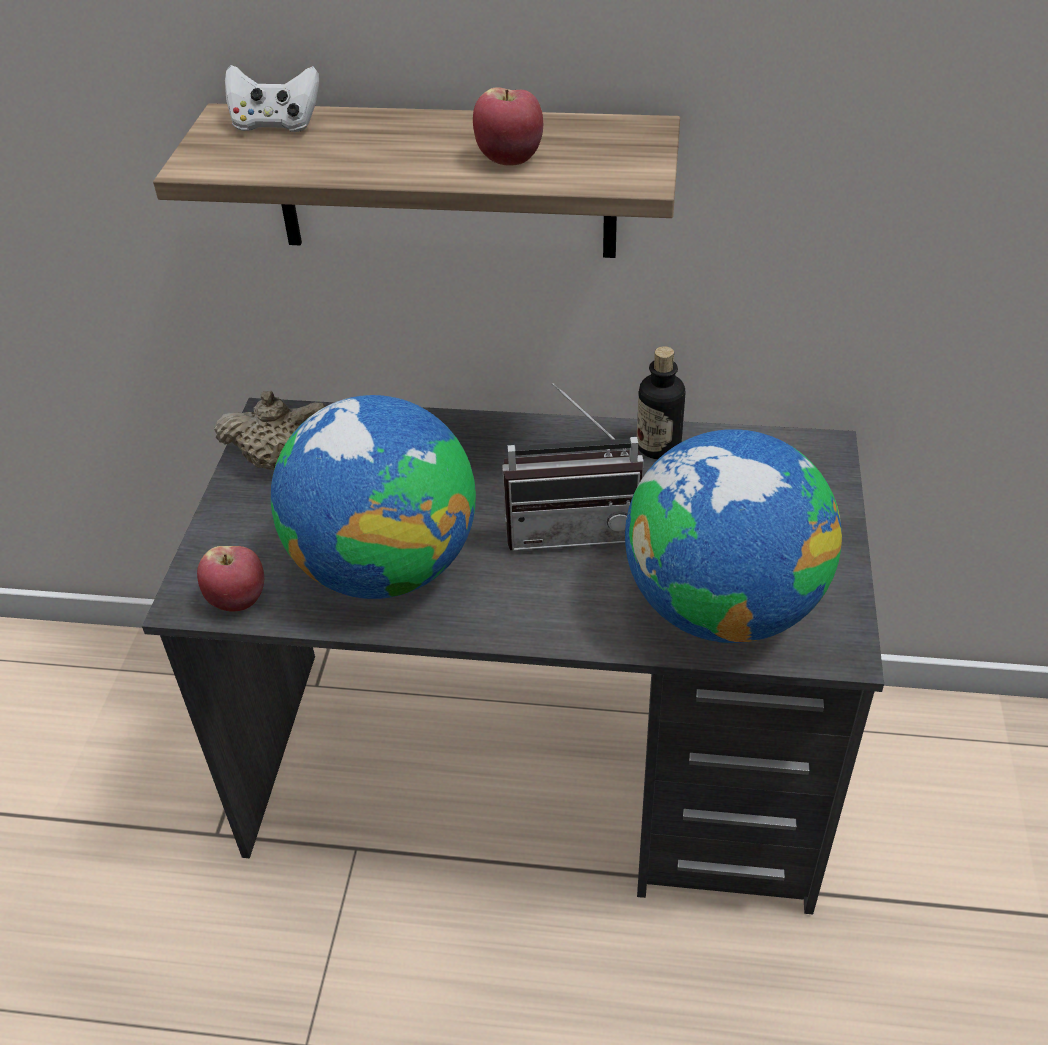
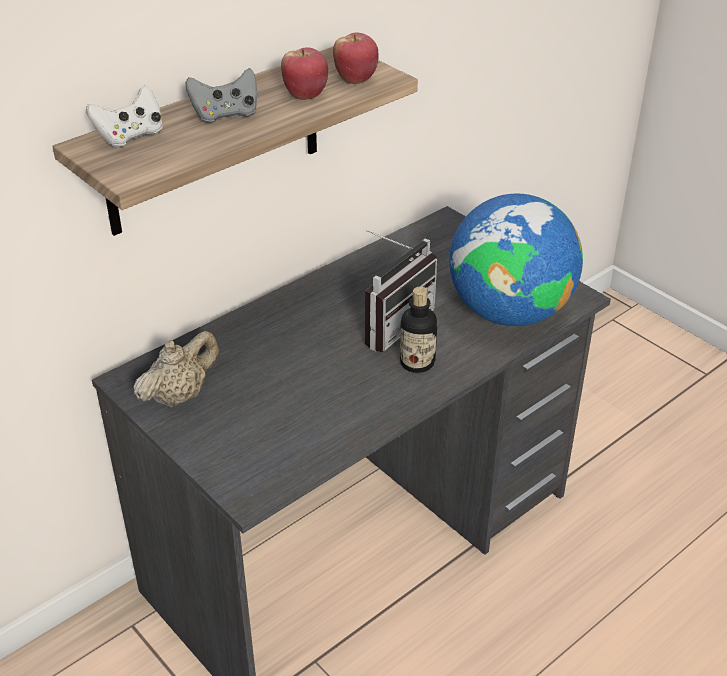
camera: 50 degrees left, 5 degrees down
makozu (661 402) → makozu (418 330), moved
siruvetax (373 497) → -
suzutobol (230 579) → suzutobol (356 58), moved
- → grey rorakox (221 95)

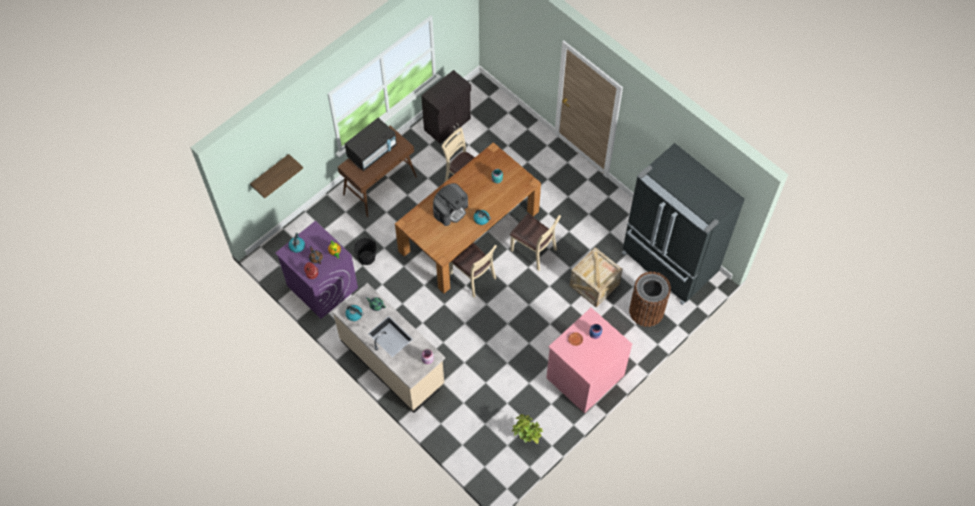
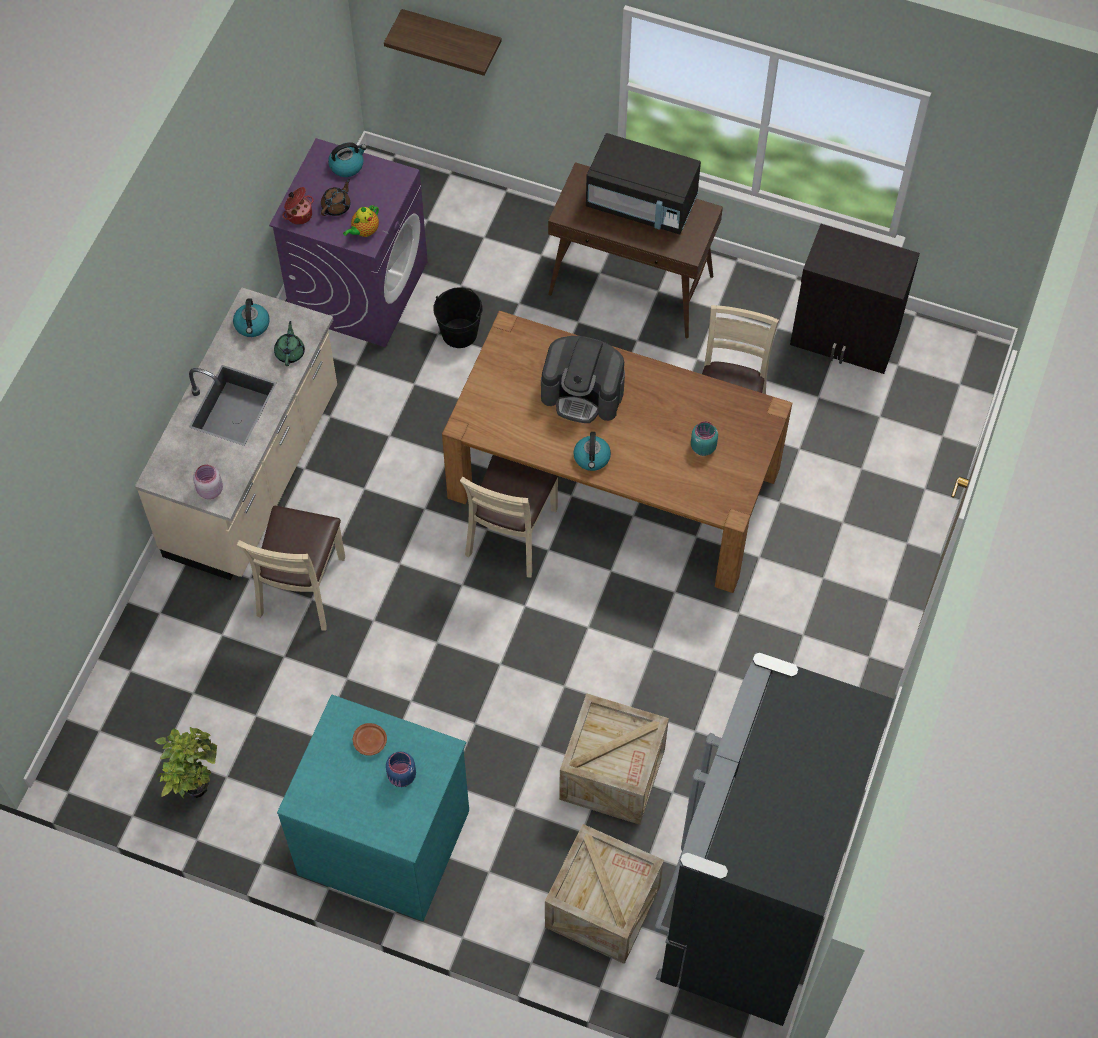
camera: 65 degrees right, 0 degrees up
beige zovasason (535 242) → beige zovasason (291 568), moved
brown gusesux (650 299) → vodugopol (604 894)
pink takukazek (589 360) → turquoise takukazek (373 808)

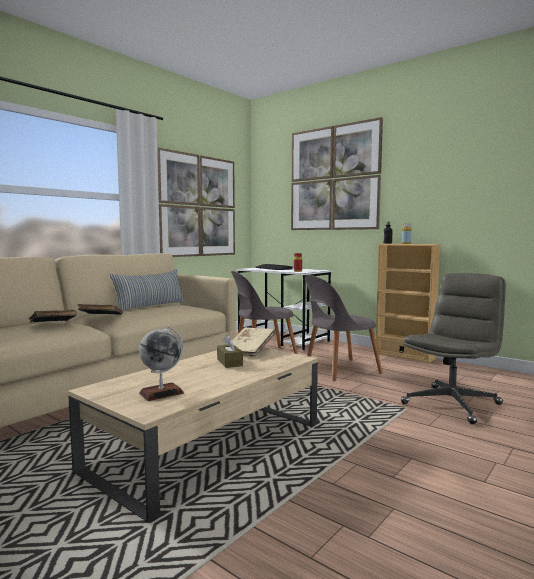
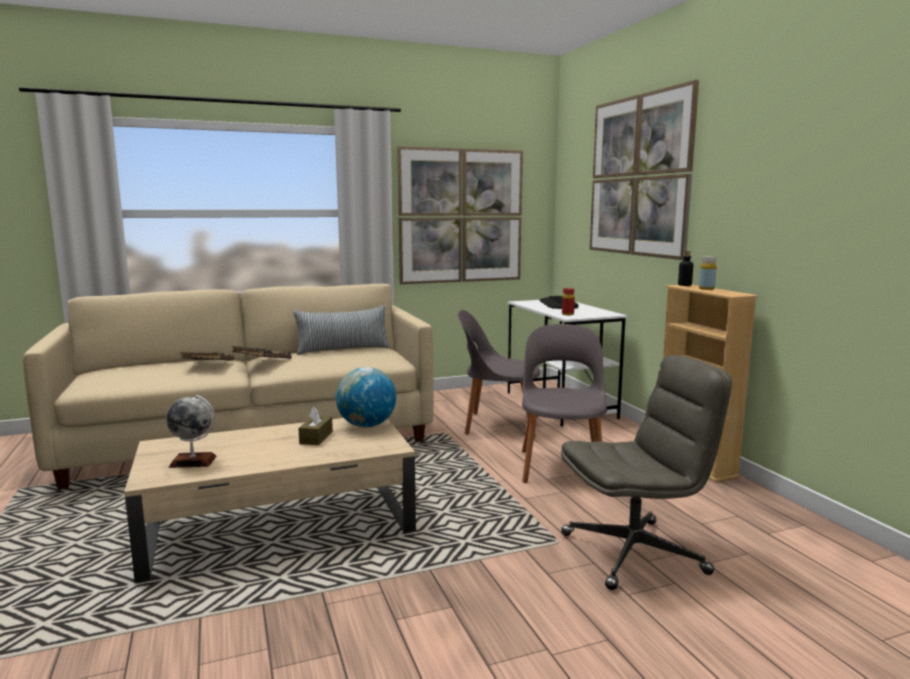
camera: 30 degrees right, 5 degrees up
grey zovasason (344 328) → grey zovasason (564 403), 90 degrees clockwise
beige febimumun (253 342) → siruvetax (366 397)

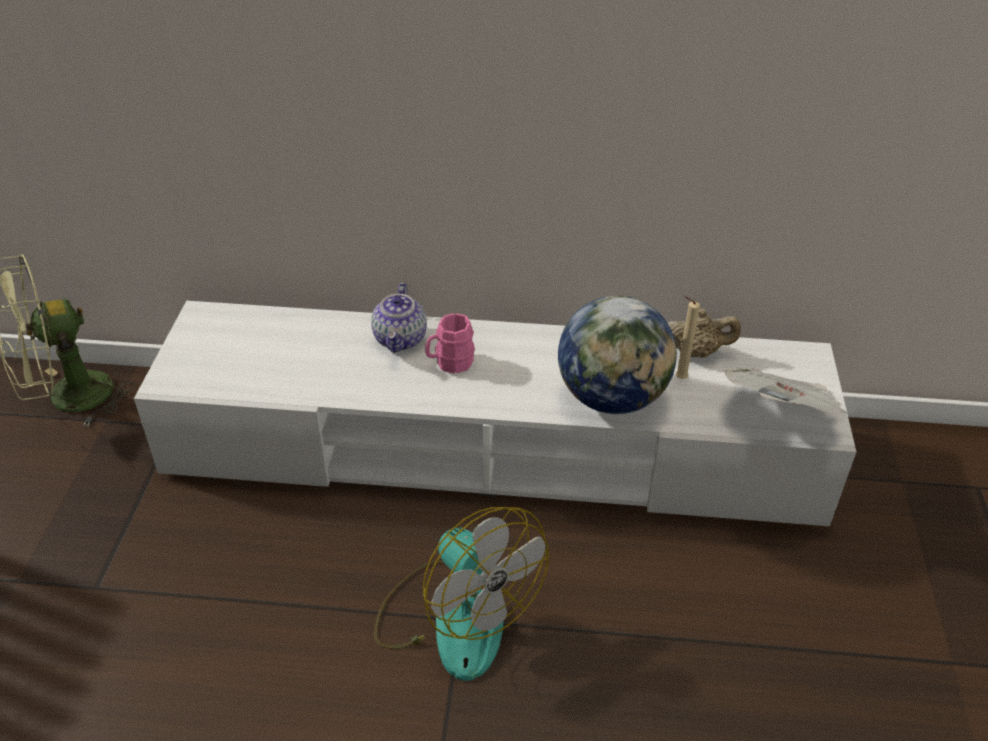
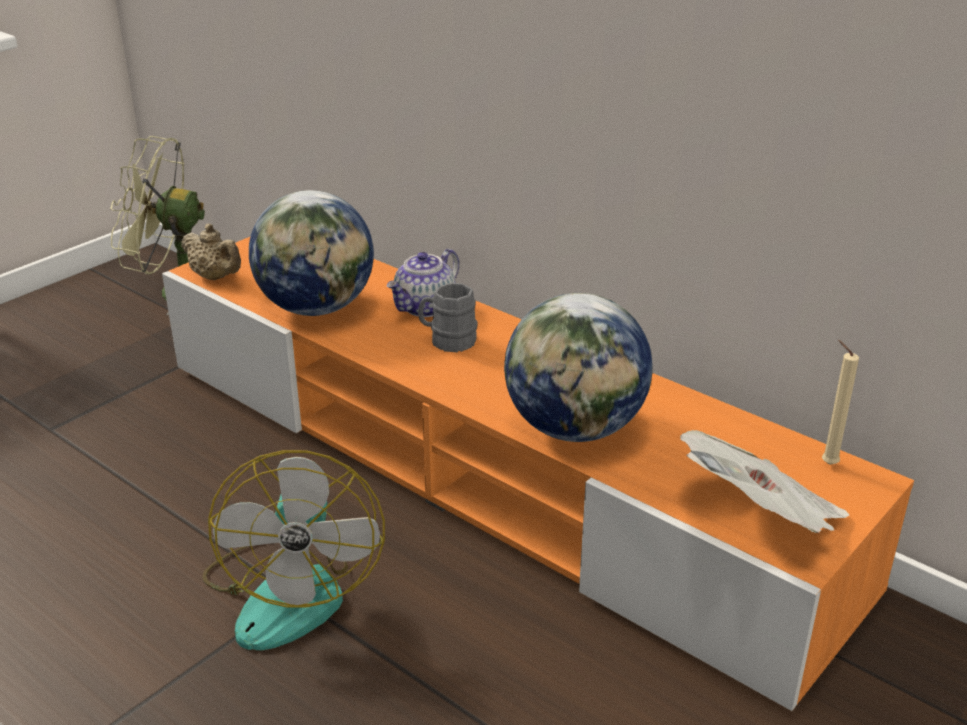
camera: 35 degrees right, 10 degrees down
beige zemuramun (687 337) → beige zemuramun (840 402), moved
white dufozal (495 414) → orange dufozal (538 474)
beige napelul (704 333) → beige napelul (211 251), moved
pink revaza (450 343) → grey revaza (448 317)
- → siruvetax (311 253)

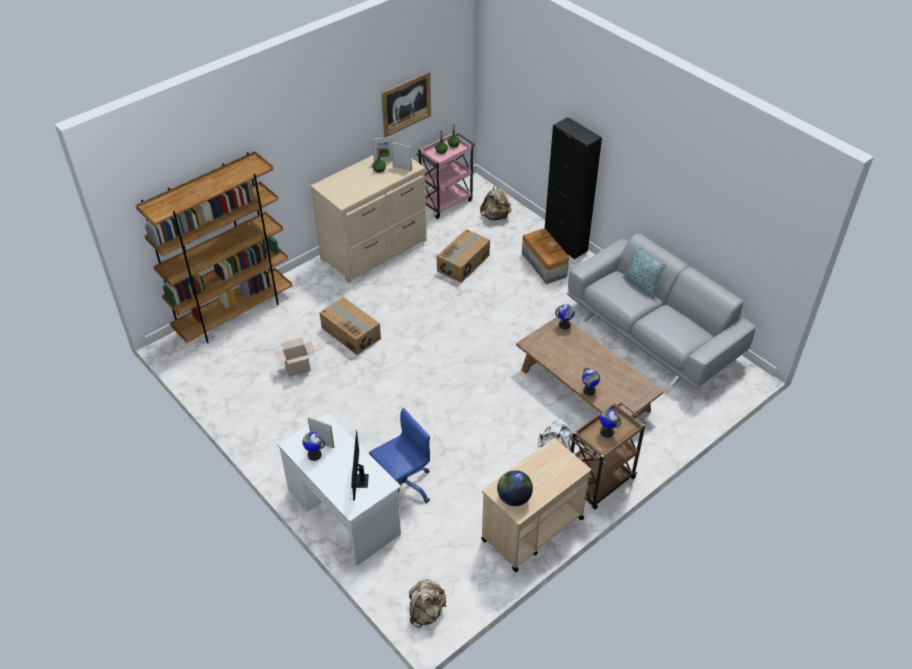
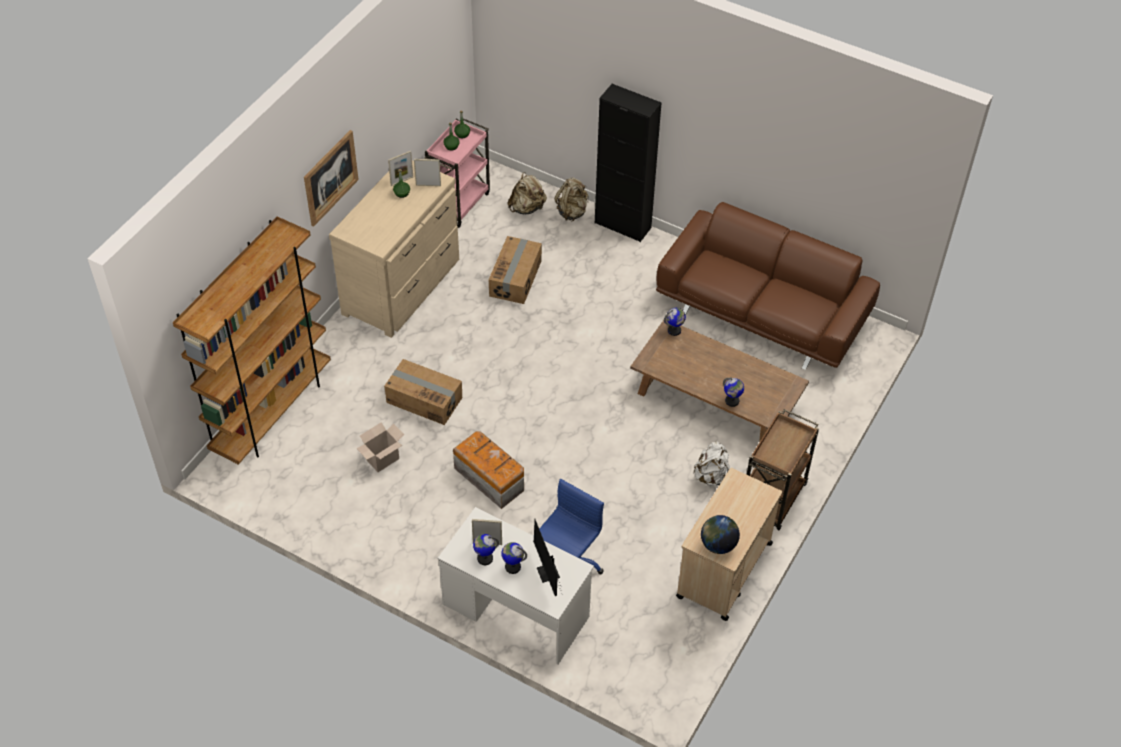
camera: 20 degrees left, 5 degrees up
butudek (406 104) → butudek (331 178), moved
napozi (545 256) → napozi (488 470), moved
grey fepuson (661 311) → brown fepuson (768 286)
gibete (644 272) → -
siruvetax (610 423) → siruvetax (514 558), moved
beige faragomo (427 603) → beige faragomo (571 199), moved

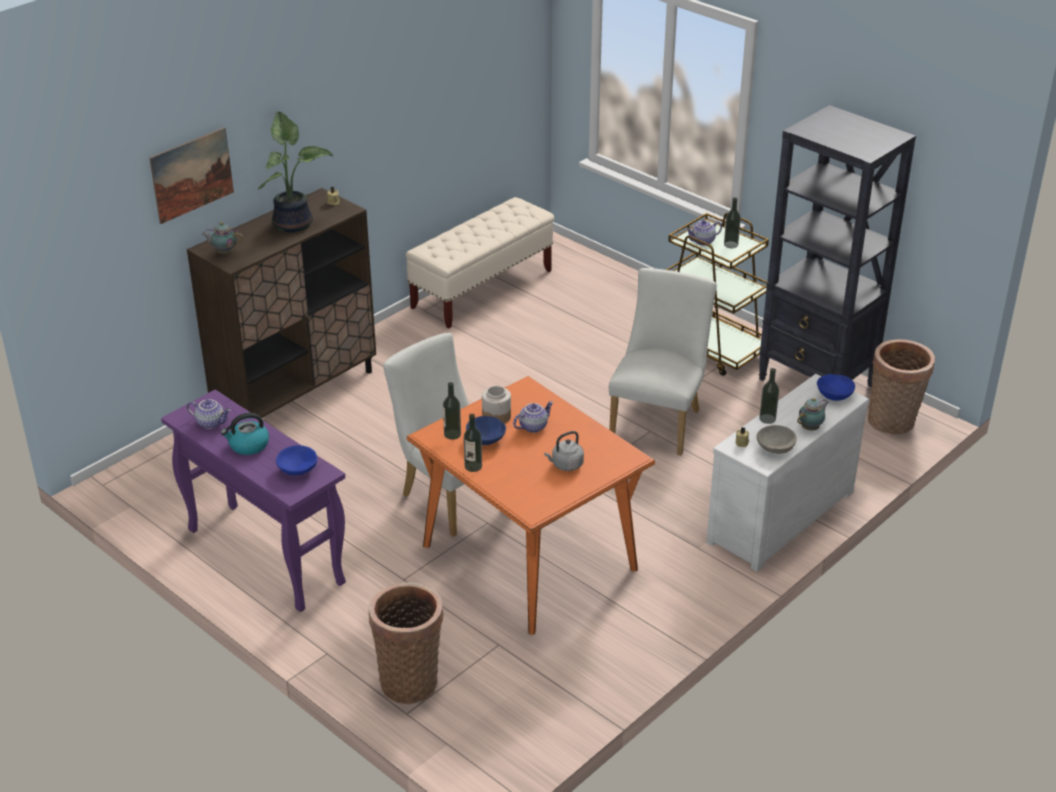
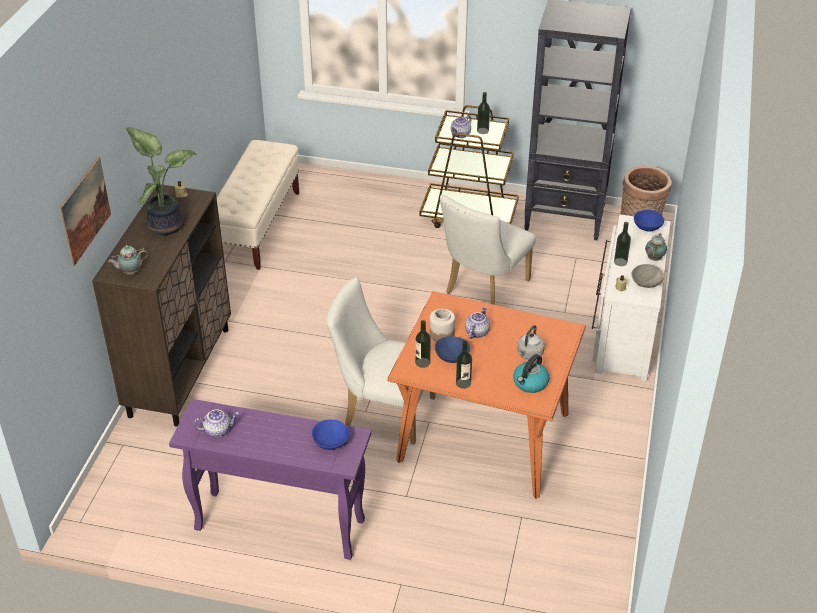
camera: 30 degrees left, 5 degrees up
white zovasason (663 362) → white zovasason (488 250), 135 degrees counterclockwise
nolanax (245 434) → nolanax (531 373), moved
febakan (406 643) → -

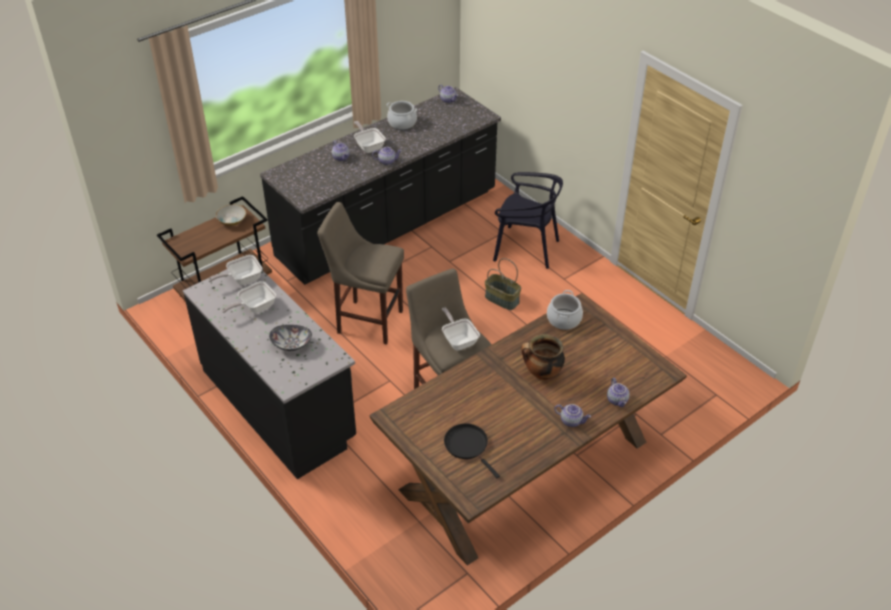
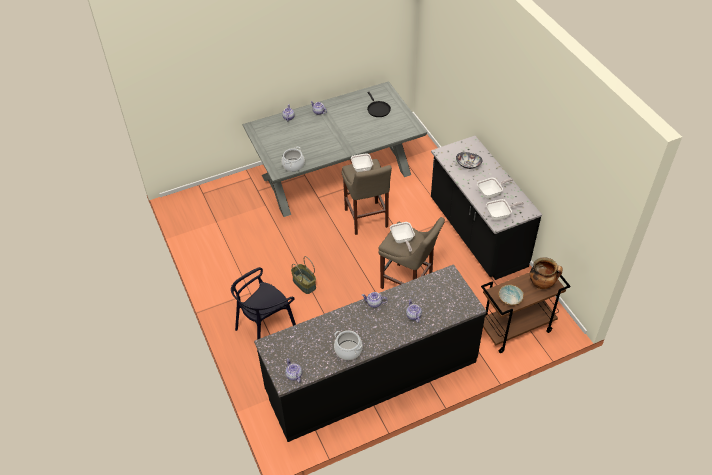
camera: 165 degrees left, 5 degrees up
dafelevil (370 137) → dafelevil (402 237), moved
black zovasason (528 220) → black zovasason (263 309), 75 degrees counterclockwise
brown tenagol (528 429) → grey tenagol (334 149)
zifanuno (543 357) → zifanuno (546 273), moved

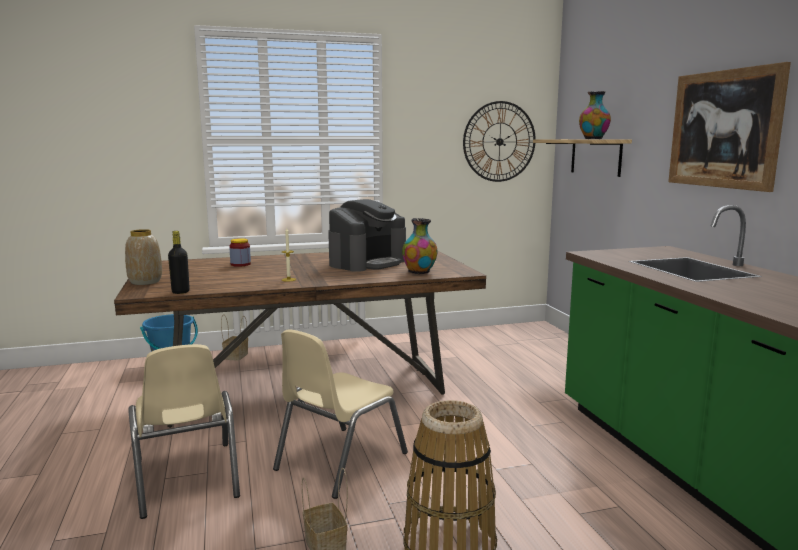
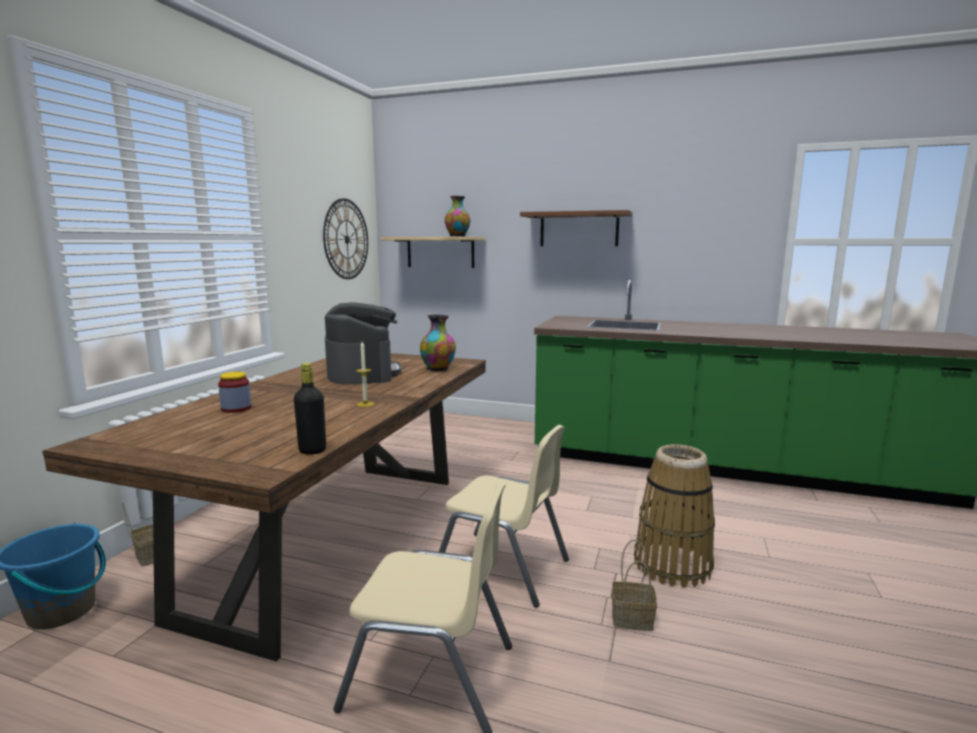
camera: 55 degrees left, 0 degrees up
butudek (729 127) → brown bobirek (576 228)
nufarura (143 257) → -
beige zovasason (340 414) → beige zovasason (504 516), 45 degrees counterclockwise

